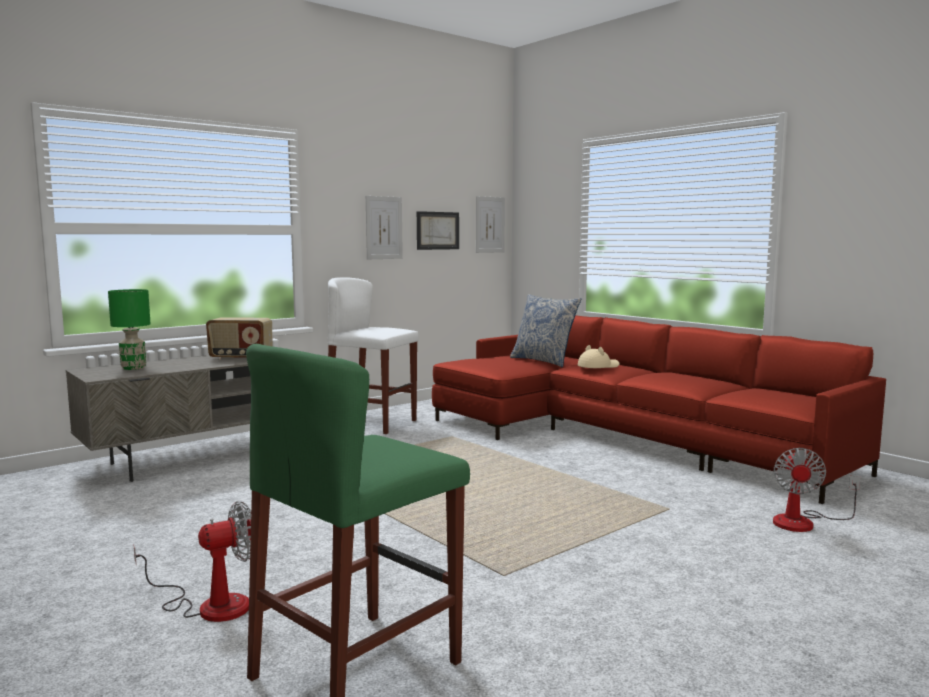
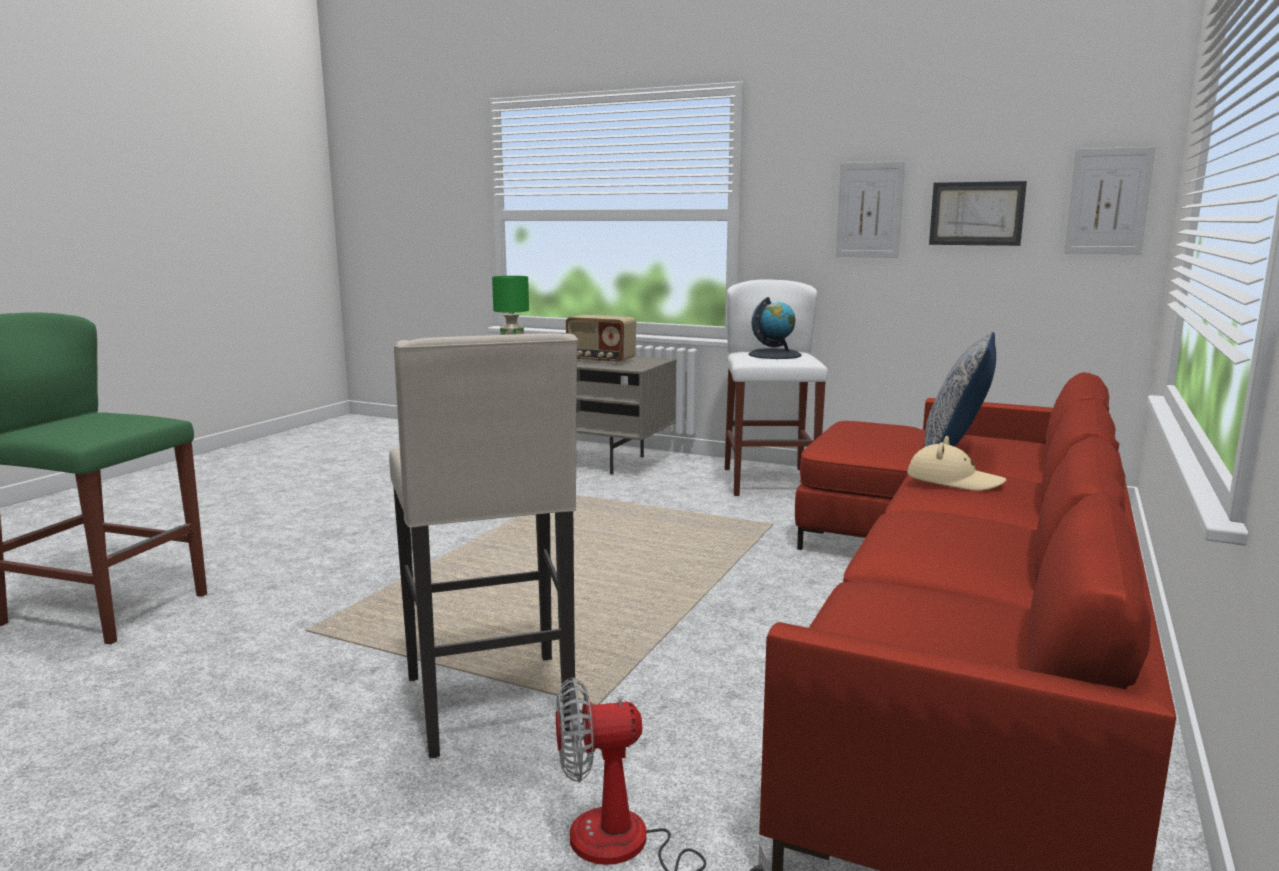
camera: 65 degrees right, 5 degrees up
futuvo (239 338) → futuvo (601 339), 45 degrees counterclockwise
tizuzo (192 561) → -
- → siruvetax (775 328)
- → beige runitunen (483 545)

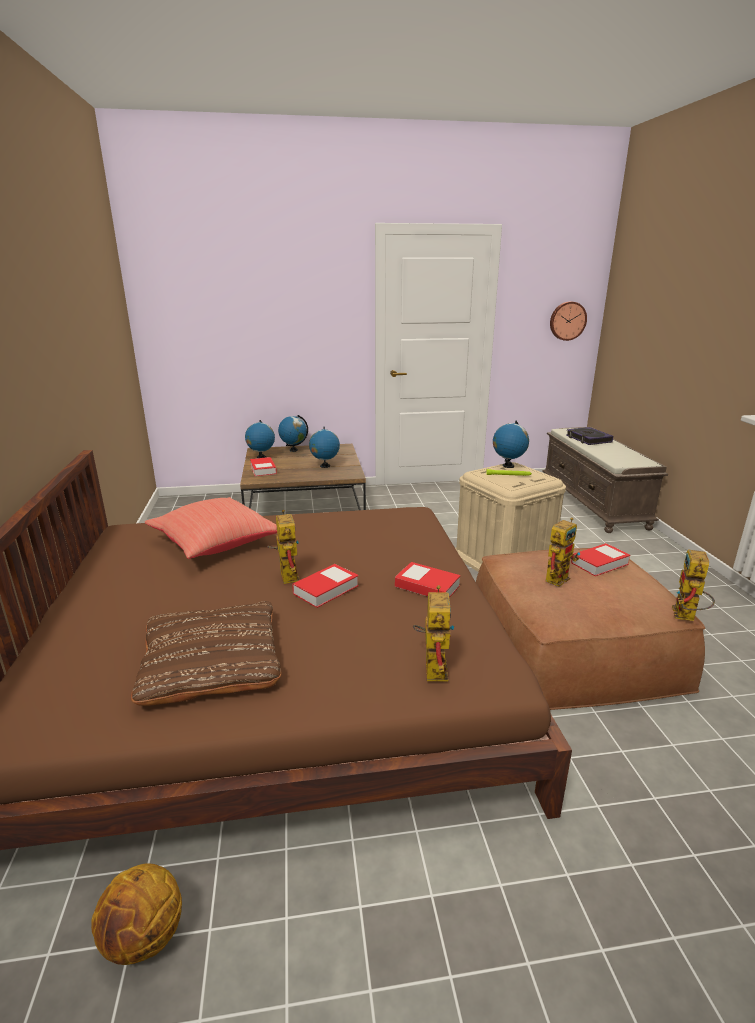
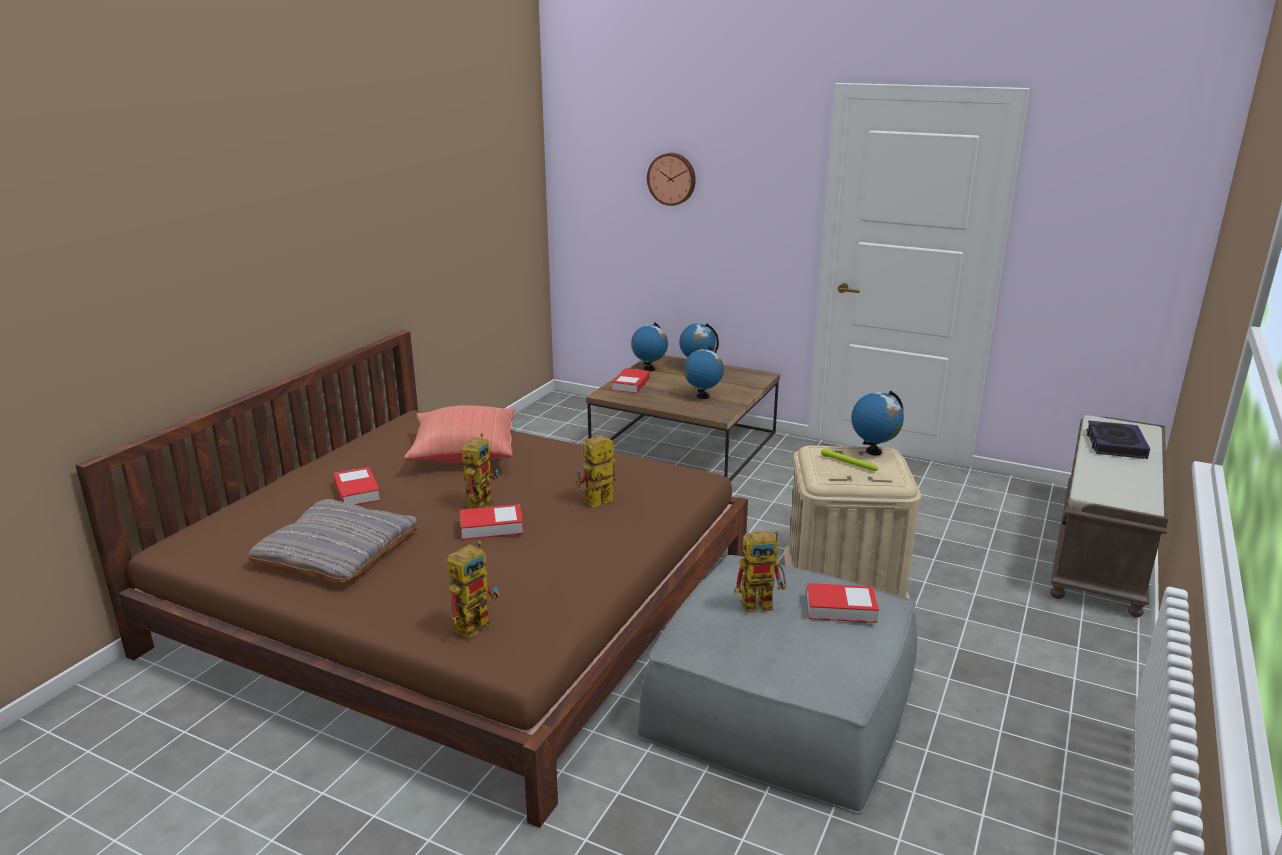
camera: 35 degrees right, 0 degrees up
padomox (568 321) → padomox (671 179), moved
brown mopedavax (590 629) → grey mopedavax (776 684)
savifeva (693 585) → savifeva (595 471), moved
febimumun (428 580) → febimumun (356 486), moved
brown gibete (206 653) → grey gibete (332 542)
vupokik (136 914) → -

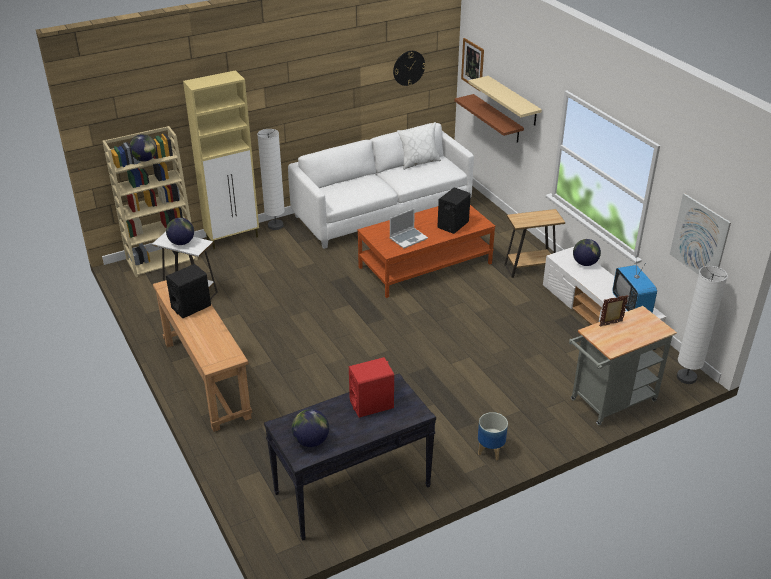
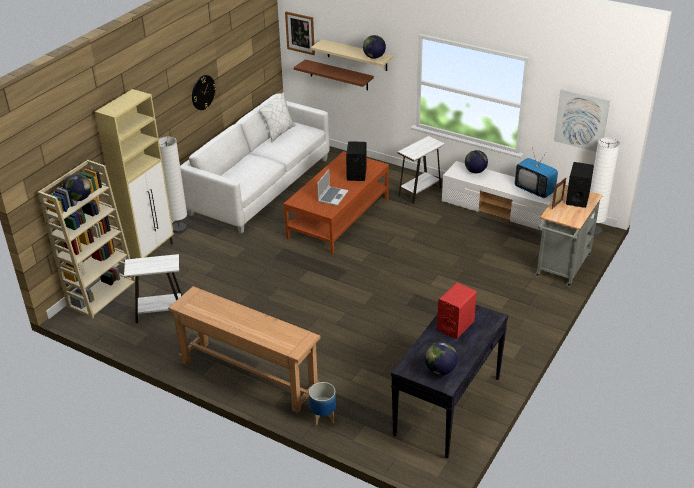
camera: 30 degrees left, 0 degrees up
padomox (409 68) → padomox (204 92), moved
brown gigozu (534 243) → white gigozu (421 170)
siruvetax (180 231) → siruvetax (374 47), moved
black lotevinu (188 291) → black lotevinu (580 185), moved
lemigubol (493 436) → lemigubol (322 404), moved

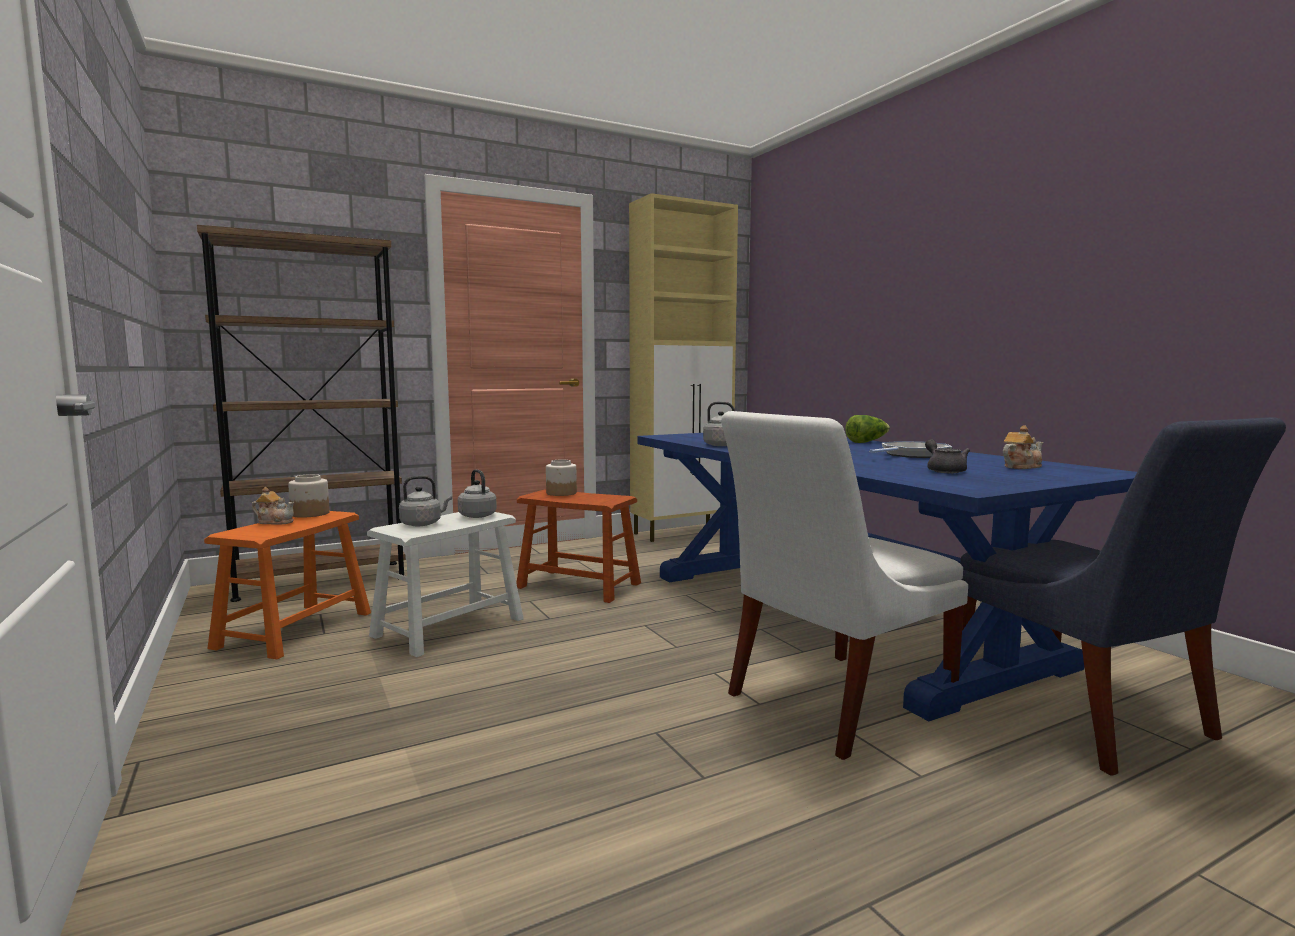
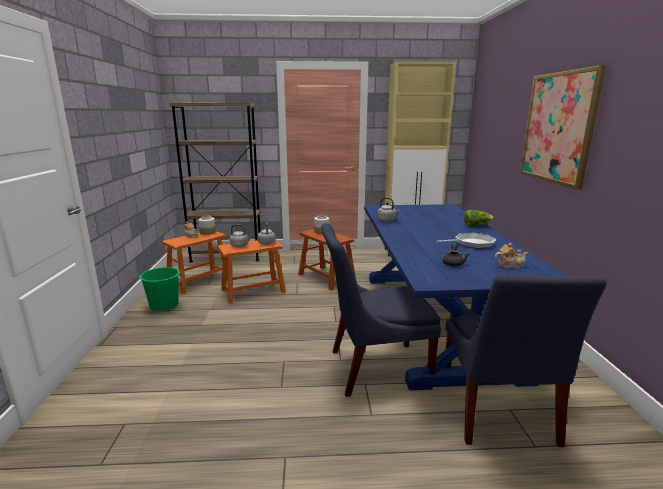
camera: 25 degrees right, 10 degrees up
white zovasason (844 585) → blue zovasason (381 310)
white runitunen (445 584) → orange runitunen (252 272)
- → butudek (563 127)
- → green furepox (160 289)

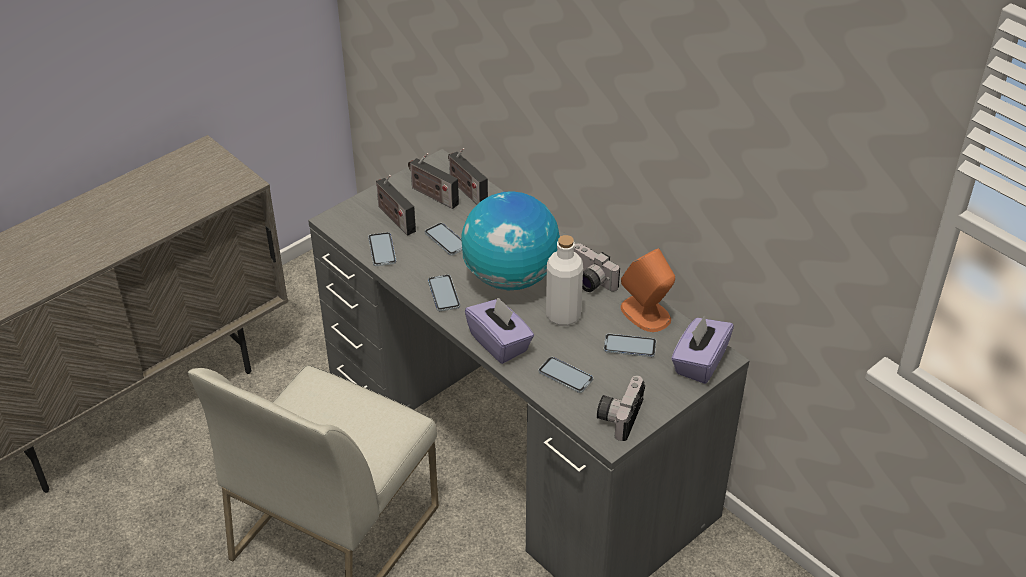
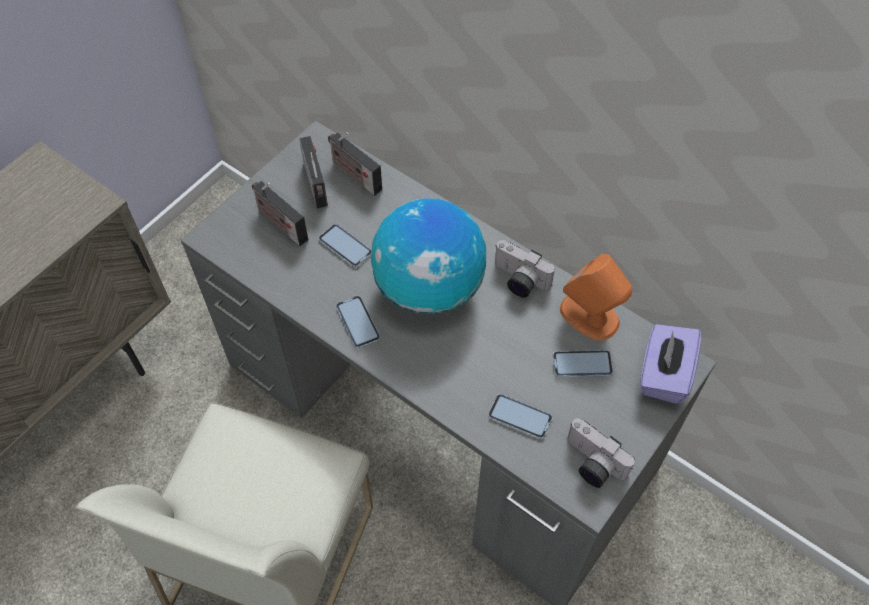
camera: 10 degrees left, 15 degrees up
futuvo (433 181) → futuvo (313 172), 135 degrees counterclockwise
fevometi (382 249) → -
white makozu (564 280) → -
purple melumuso (499 330) → -
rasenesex (621 408) → rasenesex (601 453), 60 degrees counterclockwise

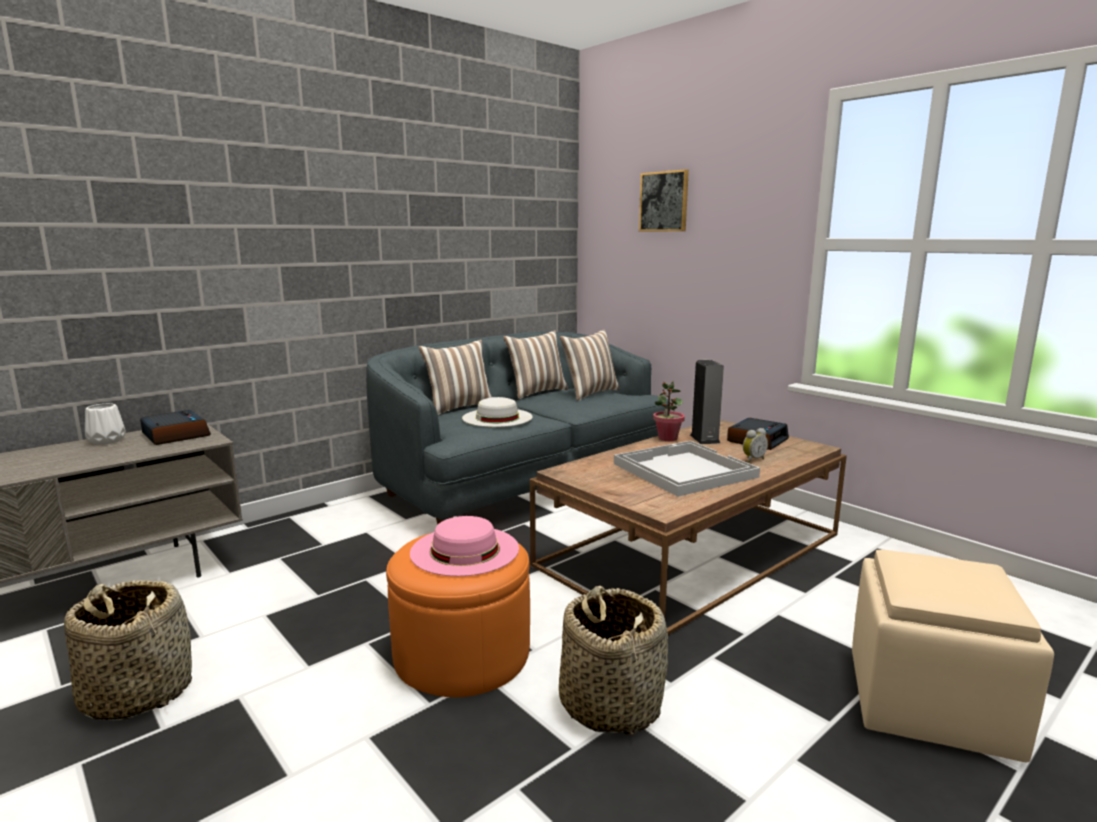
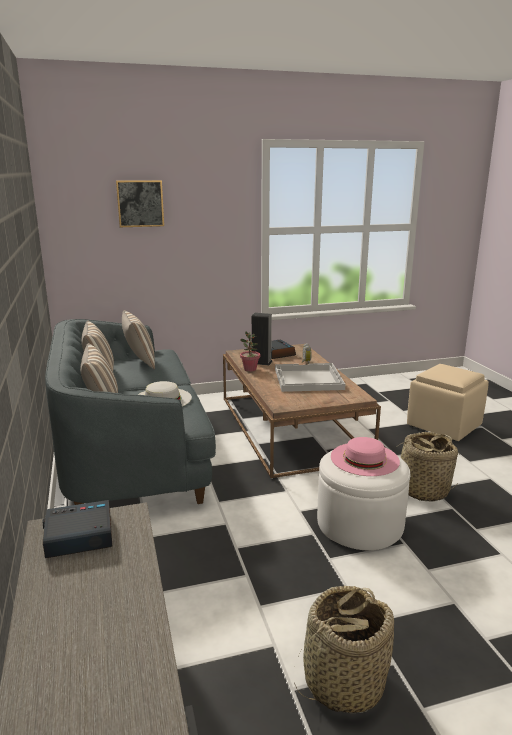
camera: 65 degrees left, 5 degrees up
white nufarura (105 424) → -
orange mopedavax (458 615) → white mopedavax (363 500)

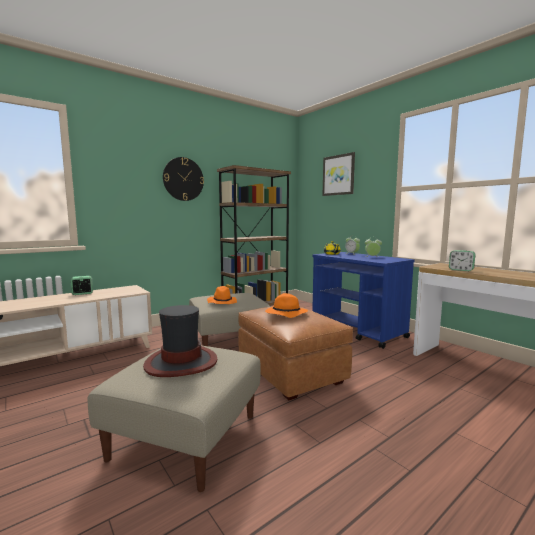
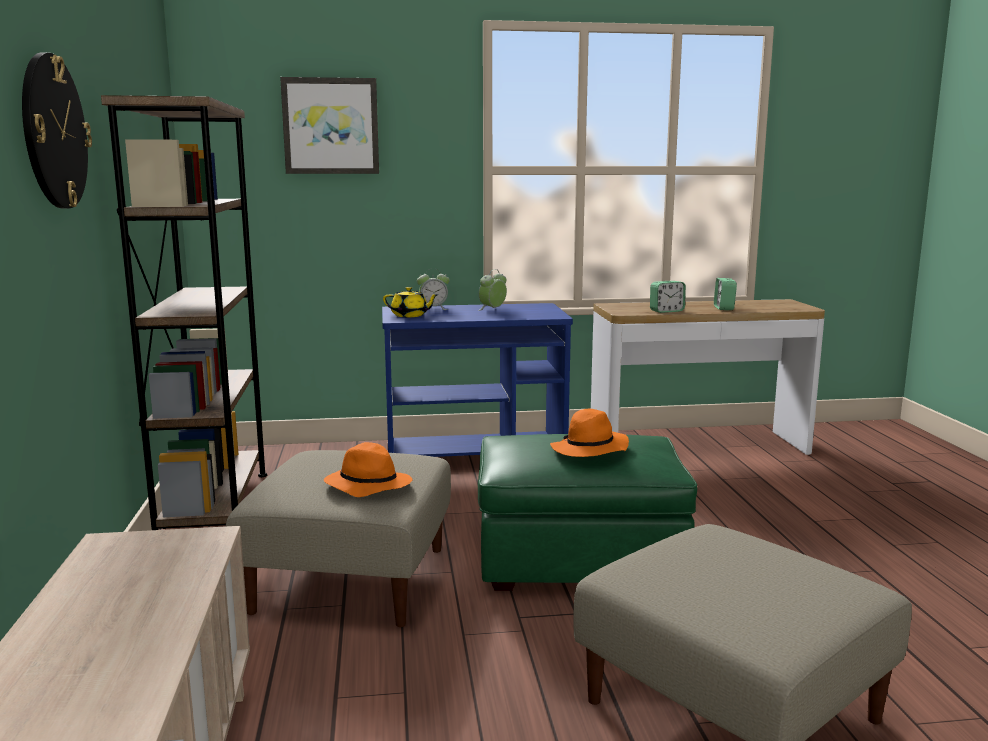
camera: 60 degrees left, 5 degrees up
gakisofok (81 285) → gakisofok (725 294), moved
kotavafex (180 341) → -
brown mopedavax (295 353) → green mopedavax (587 512)

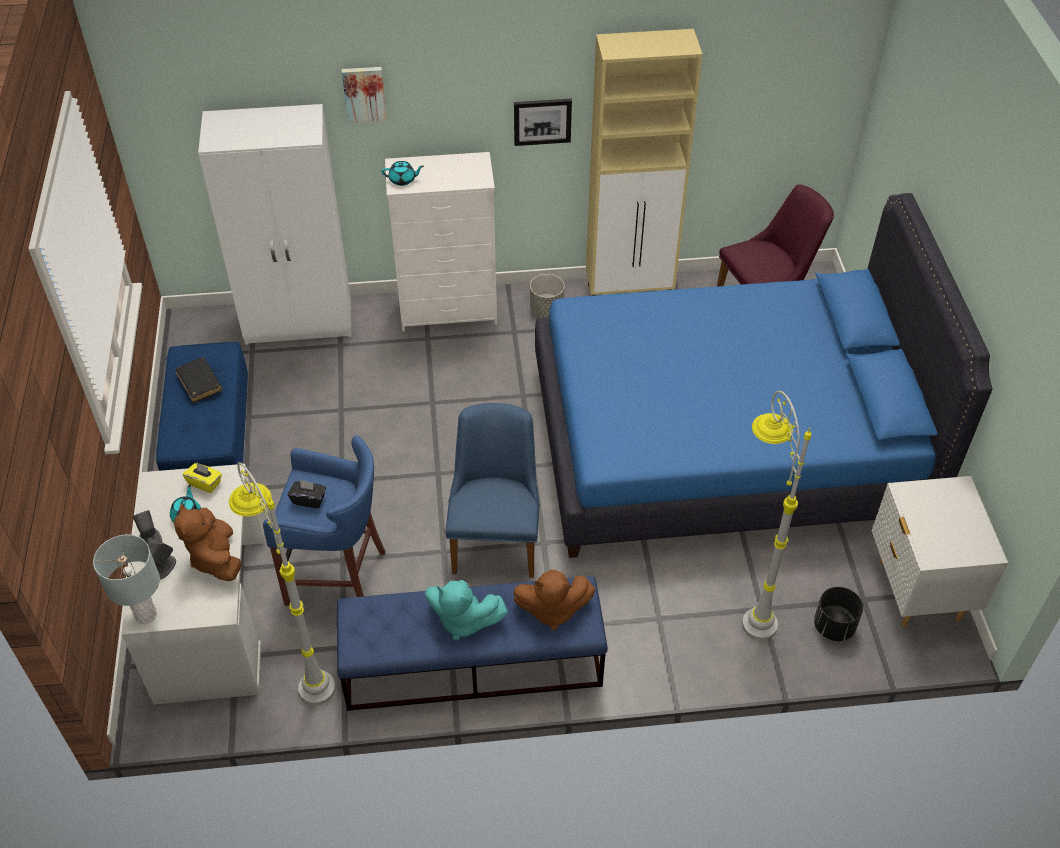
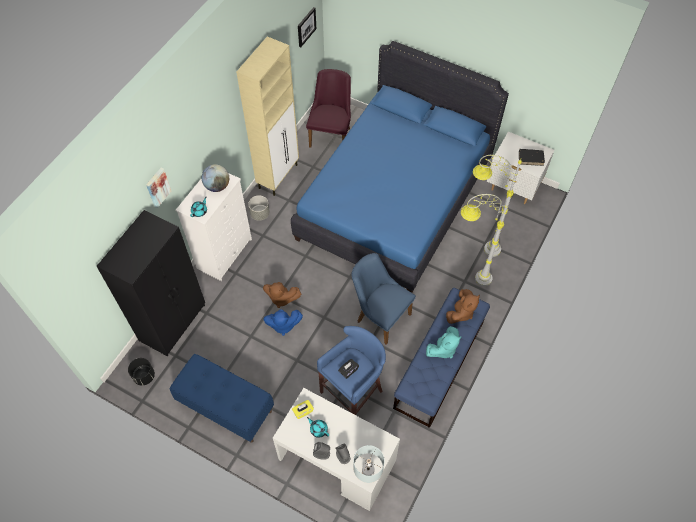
camera: 55 degrees left, 10 degrees up
butudek (543 122) → butudek (307 27), moved
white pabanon (274 224) → black pabanon (151 283)
black febimumun (199 380) → black febimumun (532 157), moved
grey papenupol (282 584) → grey papenupol (486 239), moved
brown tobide (207 542) → brown tobide (282 295), moved
black lemigubol (838 614) → black lemigubol (141 372), moved
- → siruvetax (215 178)
- → blue tobide (283 322)

